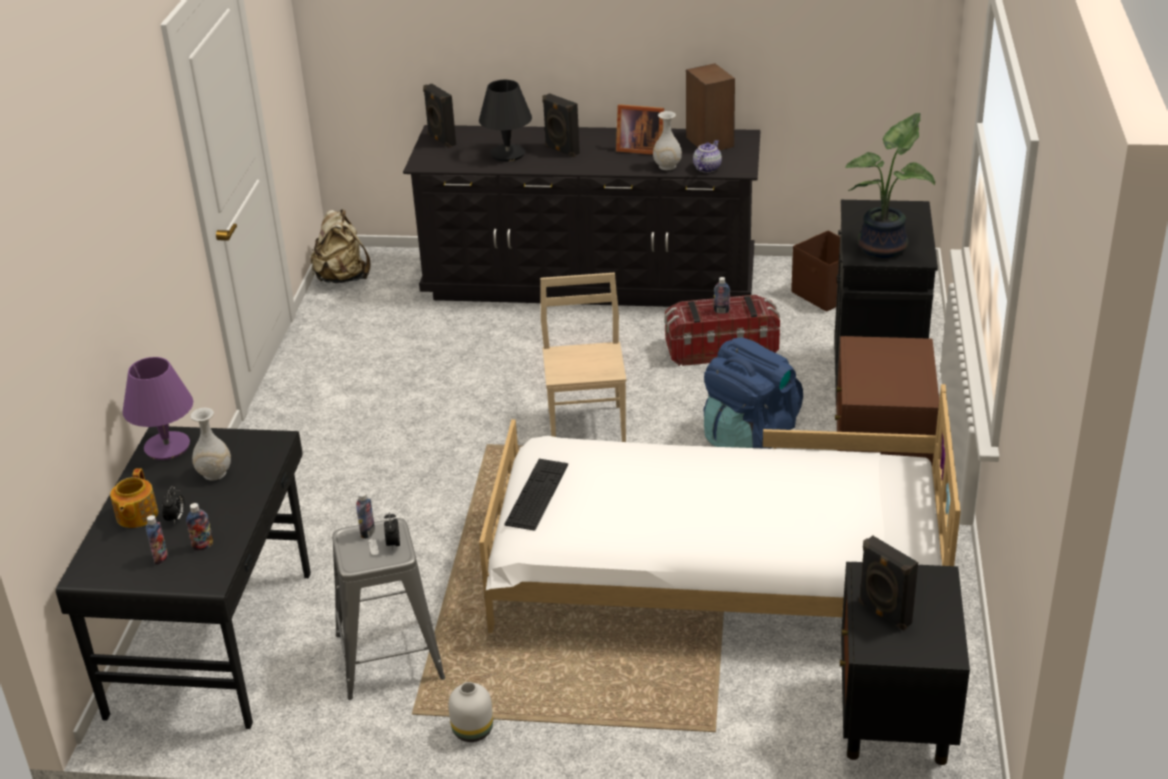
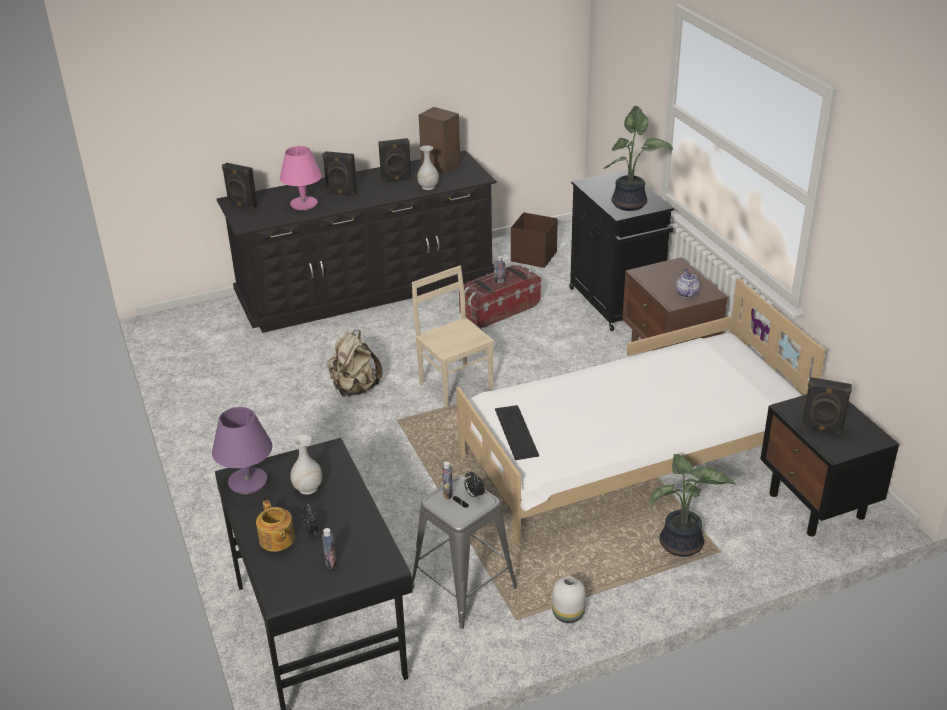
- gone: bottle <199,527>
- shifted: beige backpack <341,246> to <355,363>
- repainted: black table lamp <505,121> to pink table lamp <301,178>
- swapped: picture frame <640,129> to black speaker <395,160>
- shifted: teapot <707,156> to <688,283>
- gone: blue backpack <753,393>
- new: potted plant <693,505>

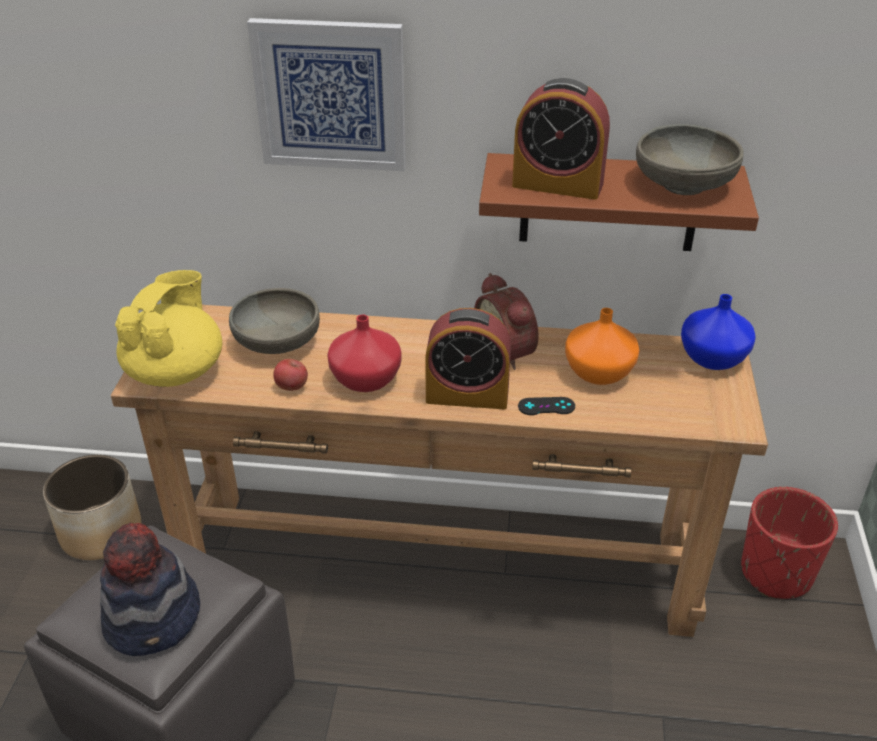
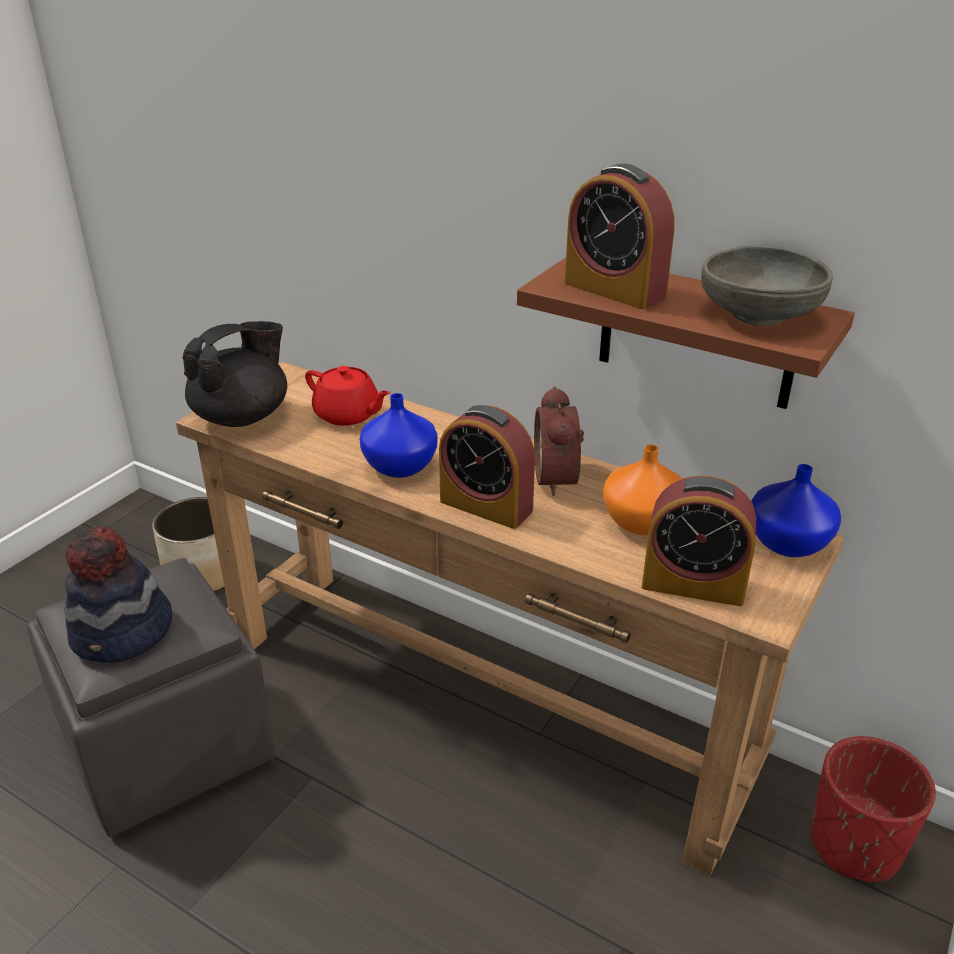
- repainted: yellow teapot <168,328> to black teapot <235,374>
- swapped: grey bowl <274,321> to red teapot <347,396>
- gone: picture <326,94>
- gone: apple <291,375>
- repainted: red vase <364,353> to blue vase <398,435>
- gone: black game controller <546,406>
- new: alarm clock <699,540>

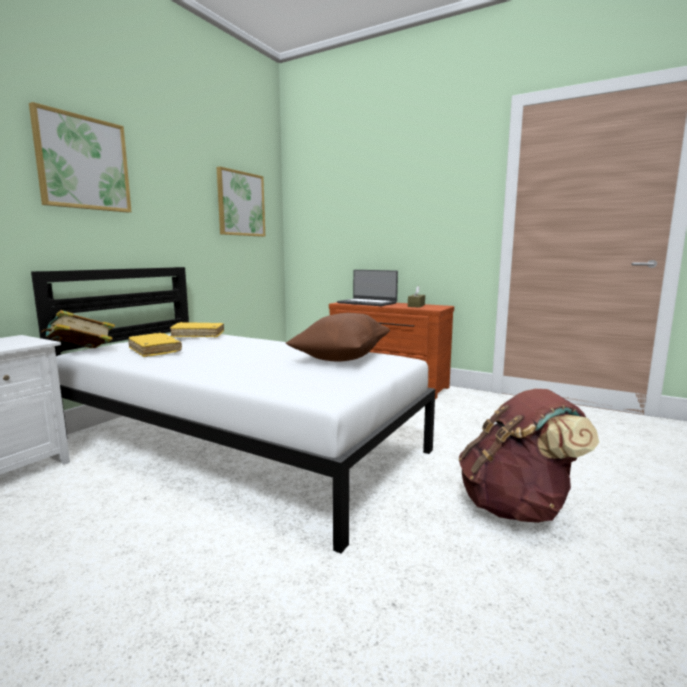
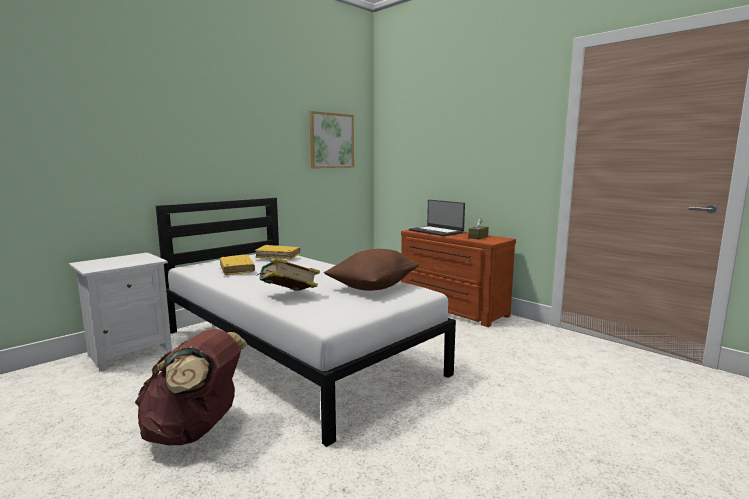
- gone: picture <80,157>
- shifted: book <78,329> to <288,274>
- shifted: brown backpack <529,456> to <191,387>

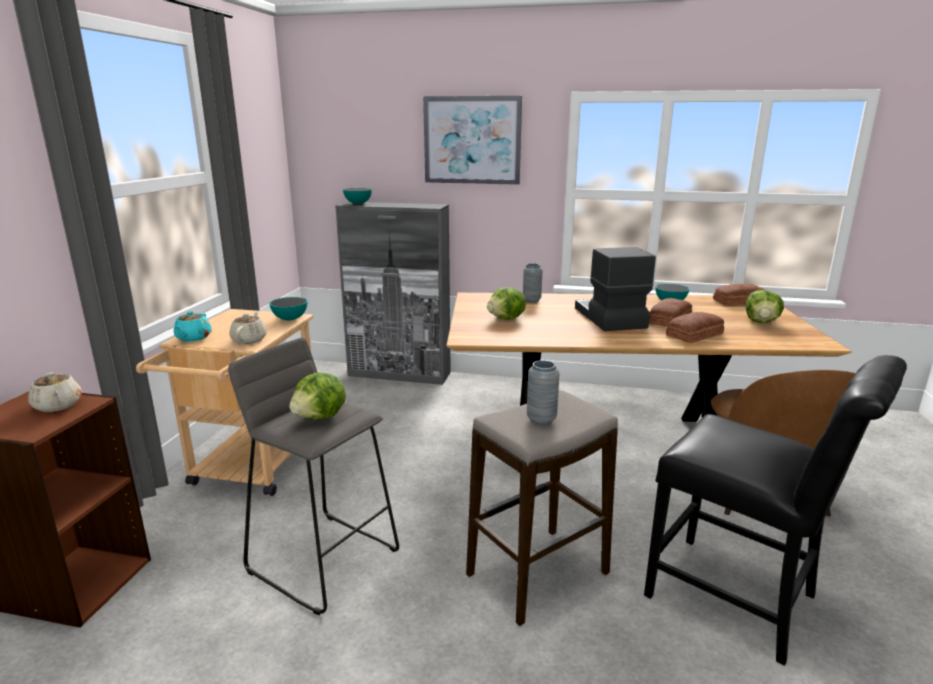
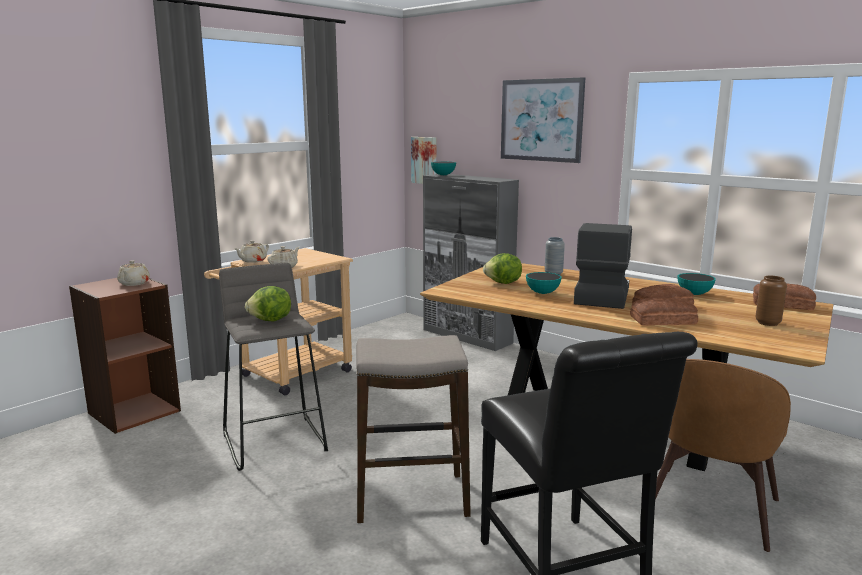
- repainted: turquoise teapot <193,326> to beige teapot <251,251>
- shifted: bowl <288,308> to <544,283>
- gone: grey vase <543,392>
- swapped: lettuce <765,306> to brown vase <771,301>
- new: picture <423,160>

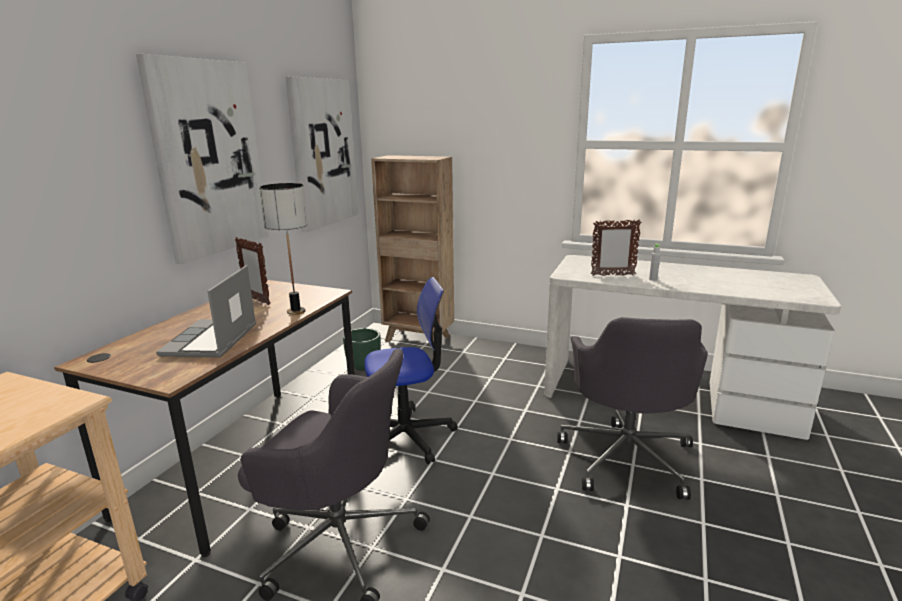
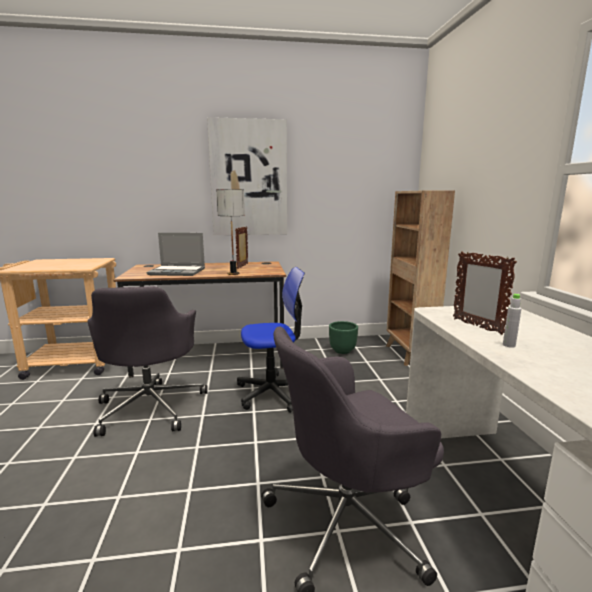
- rotated: laptop <206,311> = <175,254> 150 degrees counterclockwise
- gone: picture <321,154>
- rotated: office chair <411,370> = <271,340> 60 degrees counterclockwise

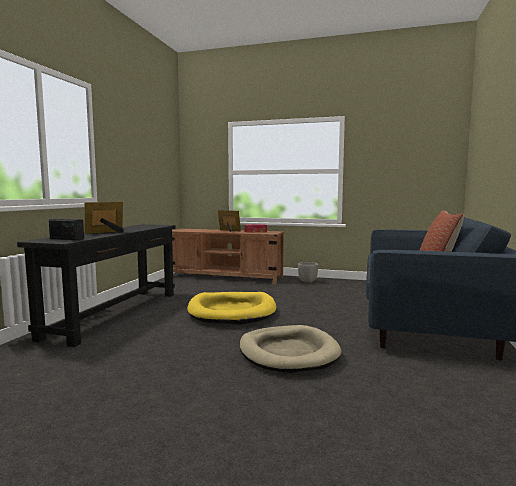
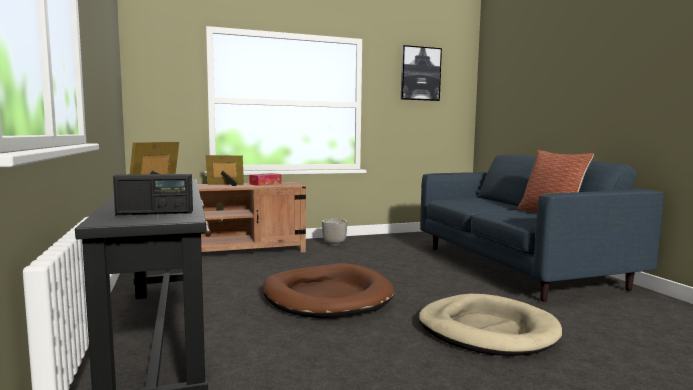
- repainted: yellow dog bed <231,308> to brown dog bed <328,290>
- new: picture <421,73>

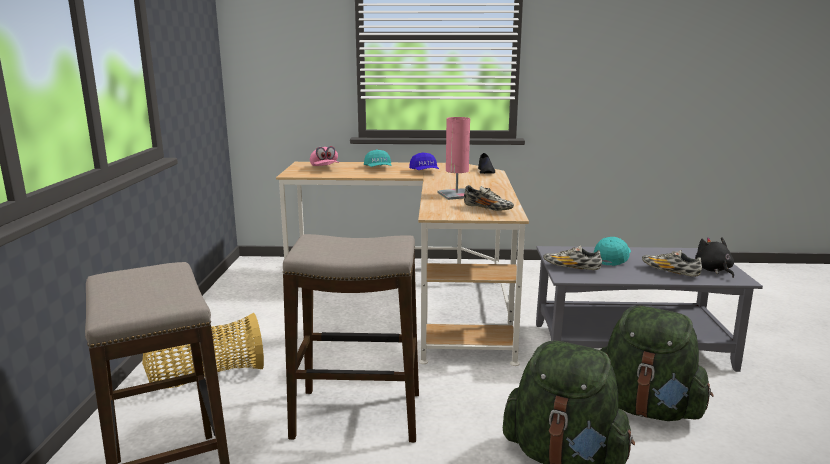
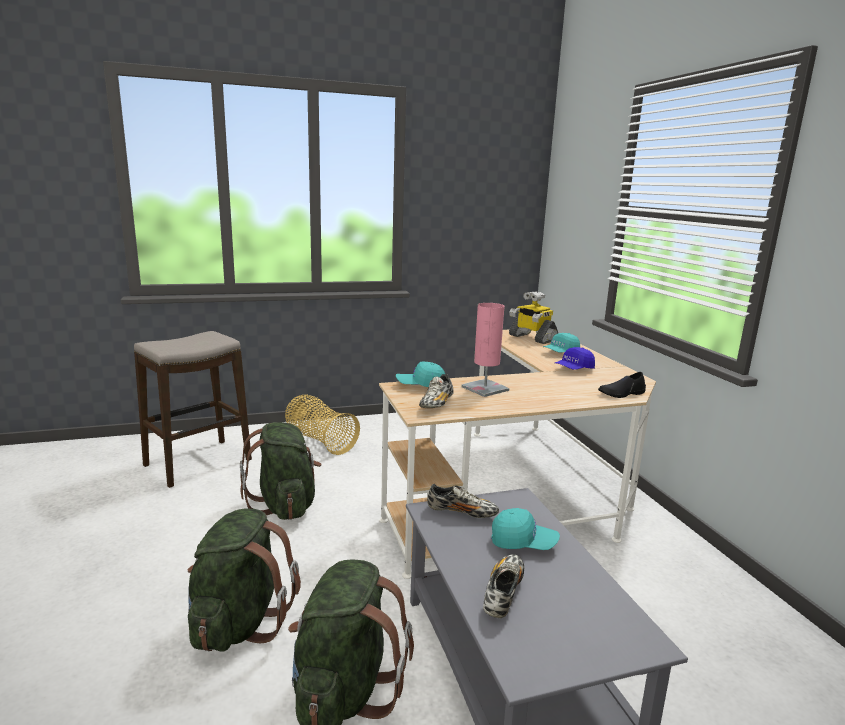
- swapped: stool <351,338> to green backpack <281,471>
- swapped: pink cap <324,156> to toy robot <533,317>
- rotated: shoe <572,257> = <463,501> 105 degrees clockwise
- gone: black plush toy <714,257>
- new: turquoise cap <420,374>

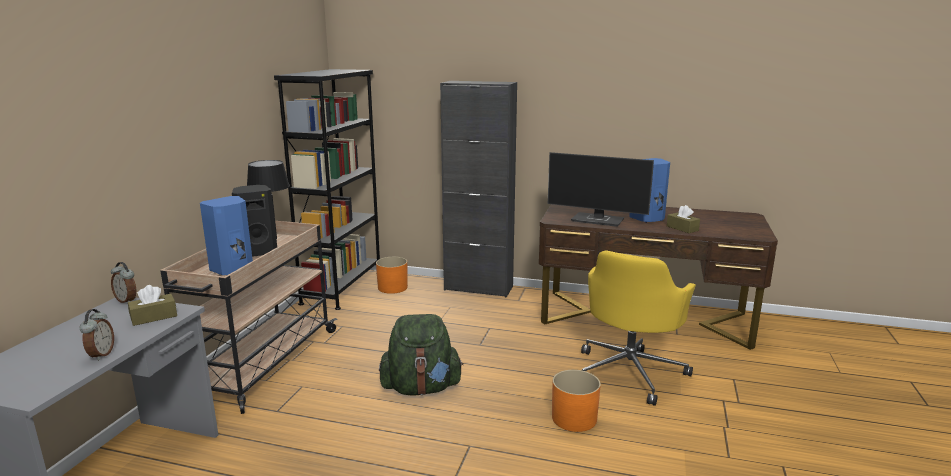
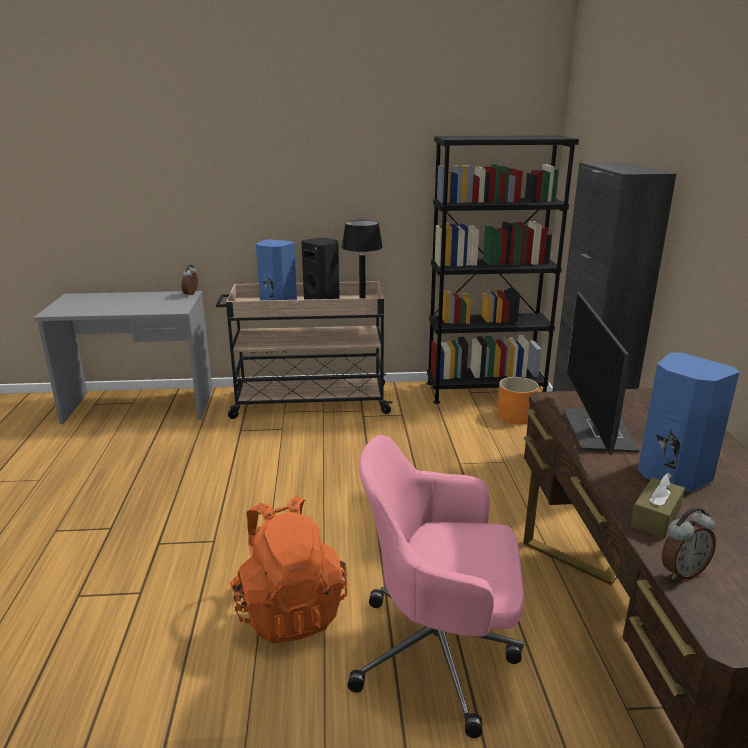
- shifted: alarm clock <97,335> to <689,543>
- gone: brown tissue box <152,305>
- gone: green backpack <421,354>
- swapped: orange planter <576,401> to orange backpack <288,569>
- repainted: yellow office chair <638,328> to pink office chair <436,586>

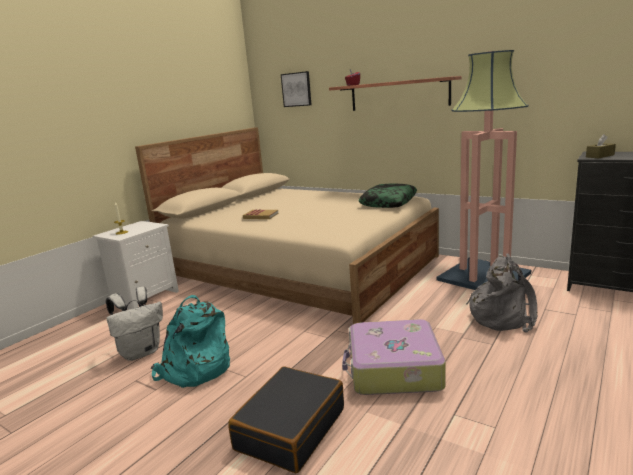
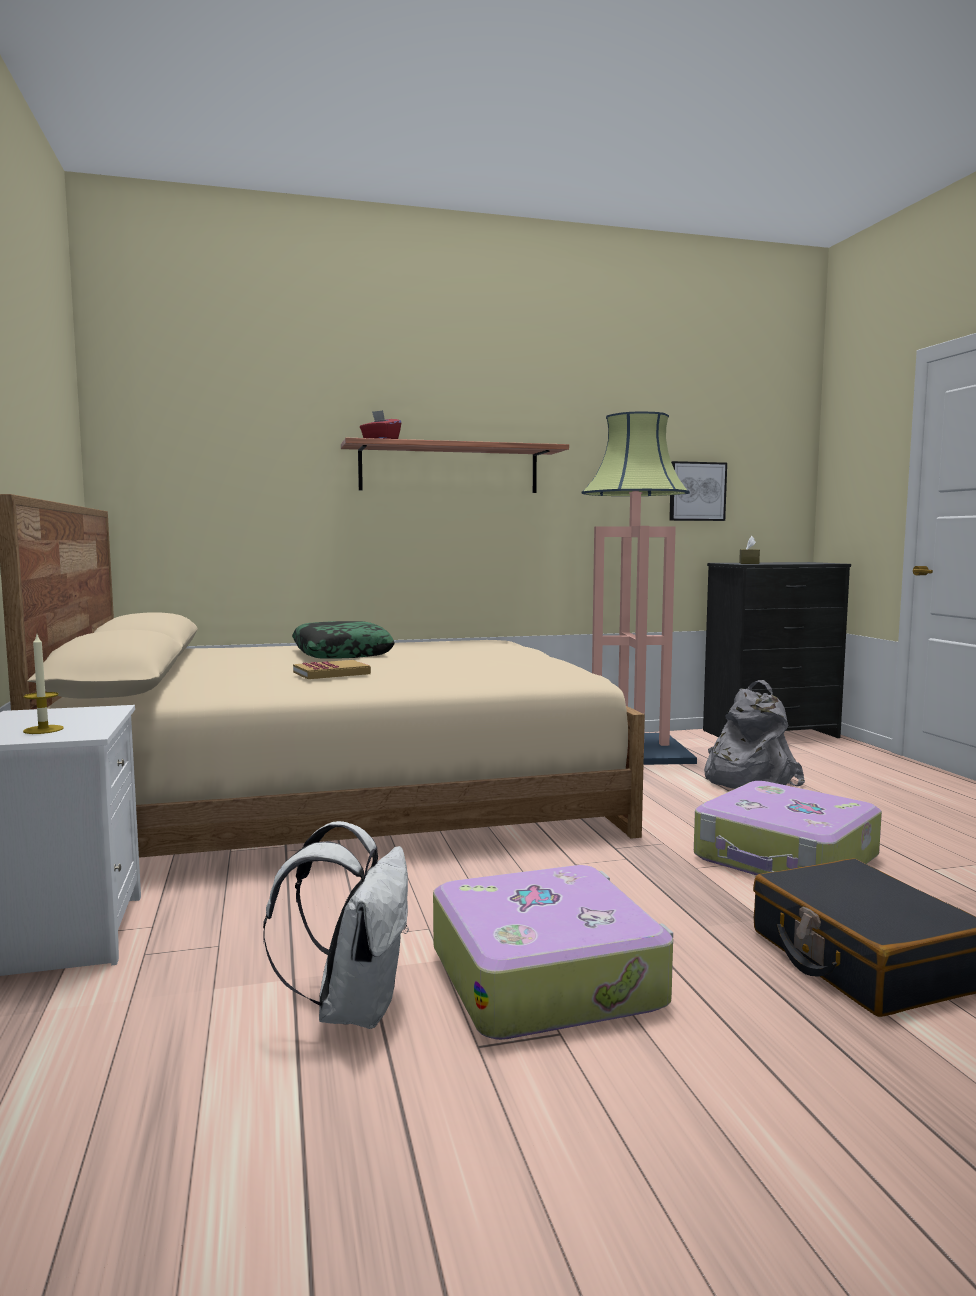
- swapped: turquoise backpack <190,341> to suitcase <553,952>
- shifted: picture <296,89> to <698,491>
- shifted: pillow <388,196> to <343,639>

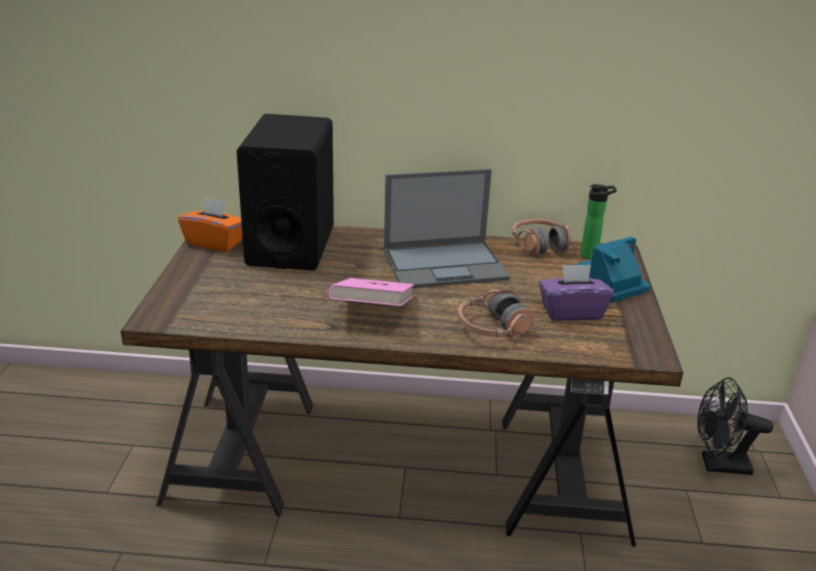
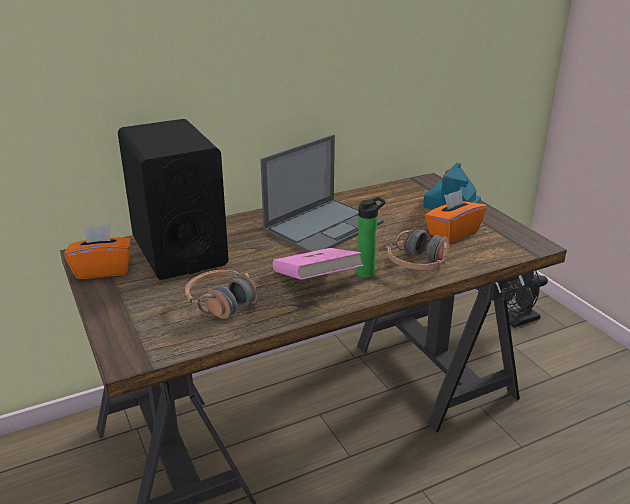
- shifted: headphones <541,237> to <221,294>
- repainted: purple tissue box <576,292> to orange tissue box <455,216>
- shifted: bottle <598,221> to <371,237>

